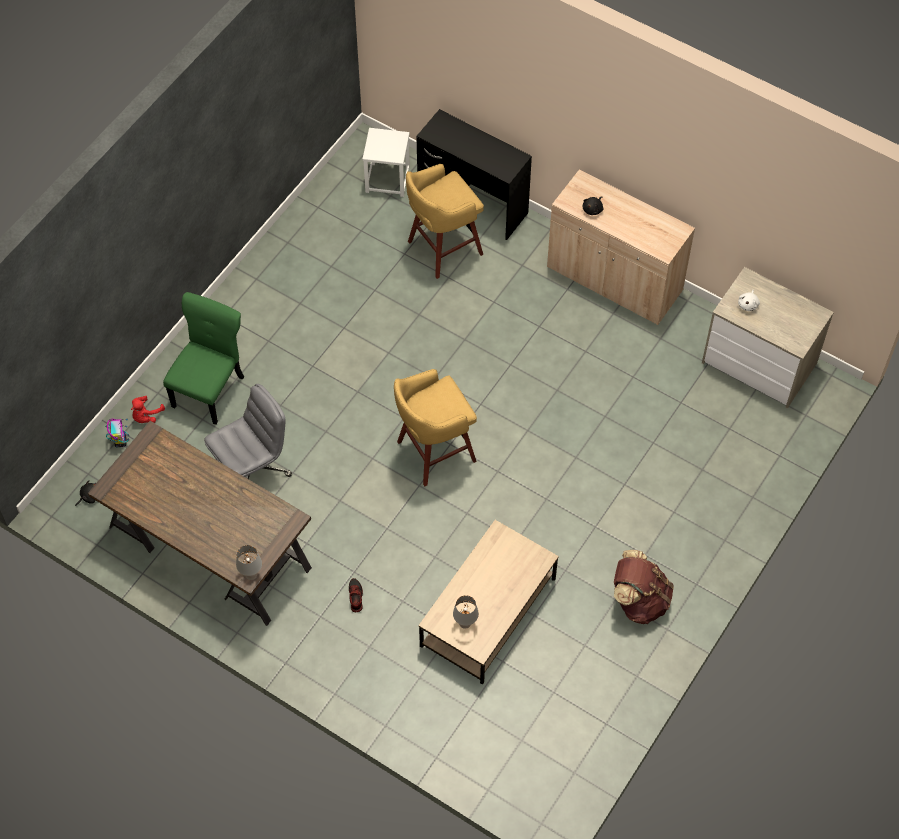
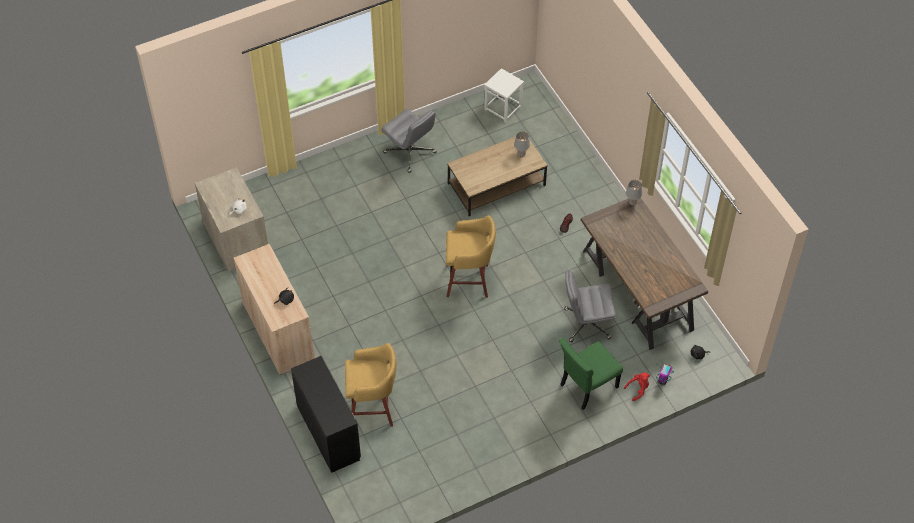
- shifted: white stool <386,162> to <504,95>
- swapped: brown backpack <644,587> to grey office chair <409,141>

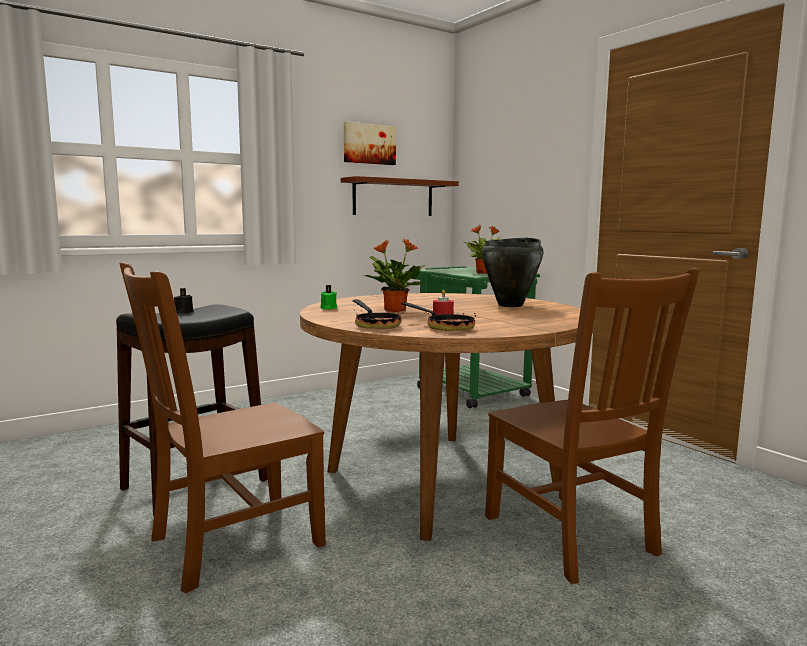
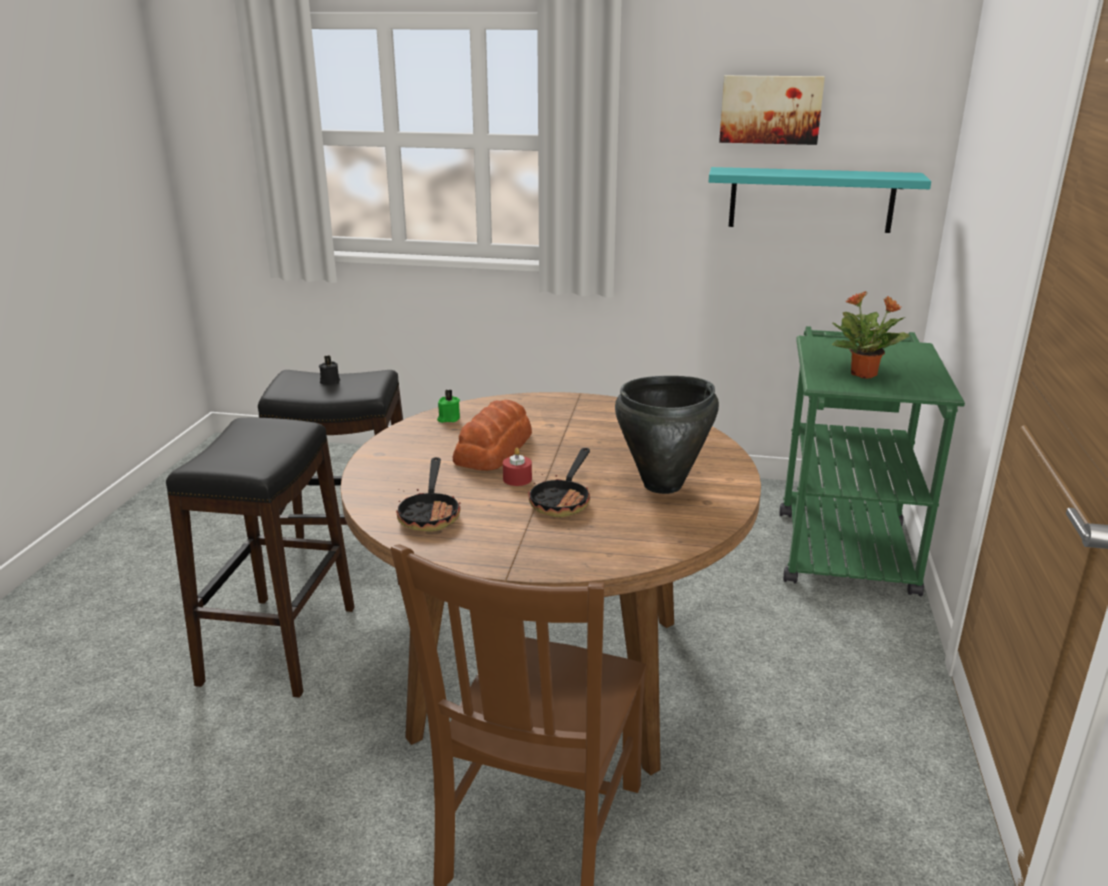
- swapped: brown chair <223,428> to black stool <260,558>
- repainted: brown shelf <400,196> to turquoise shelf <820,200>
- shifted: frying pan <378,314> to <559,482>
- swapped: potted plant <395,275> to bread <492,435>

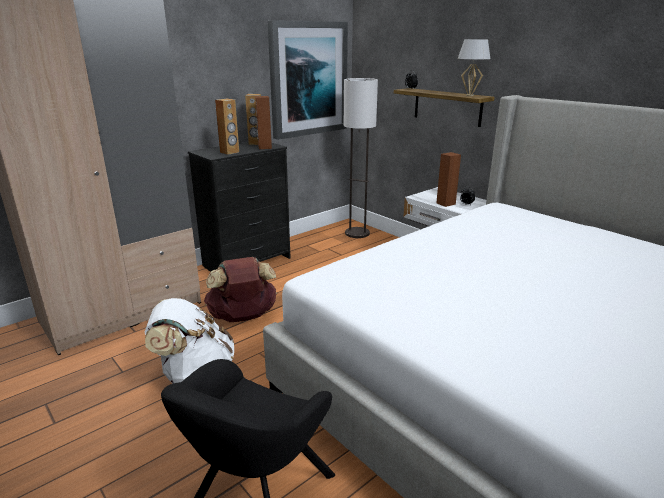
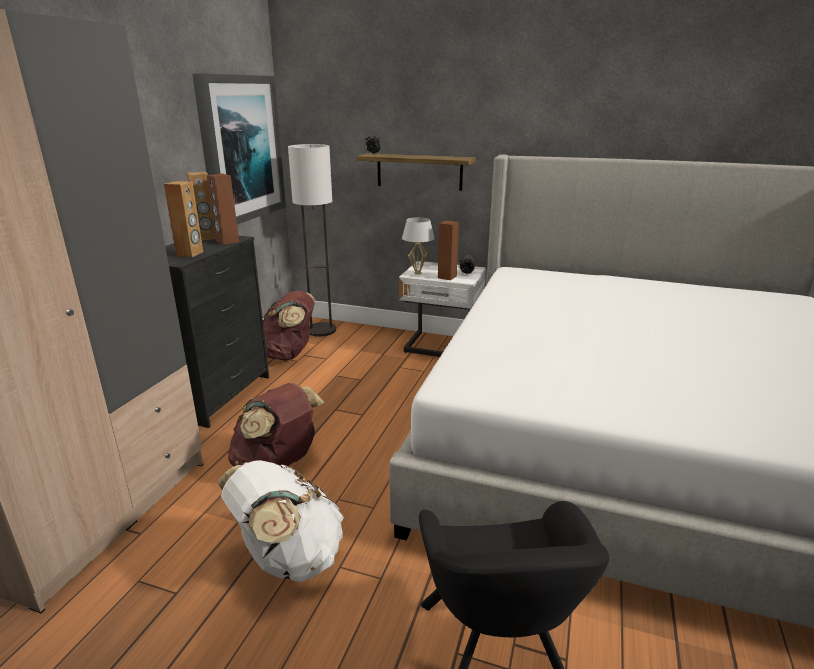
- shifted: white table lamp <474,67> to <418,246>
- new: brown backpack <289,326>

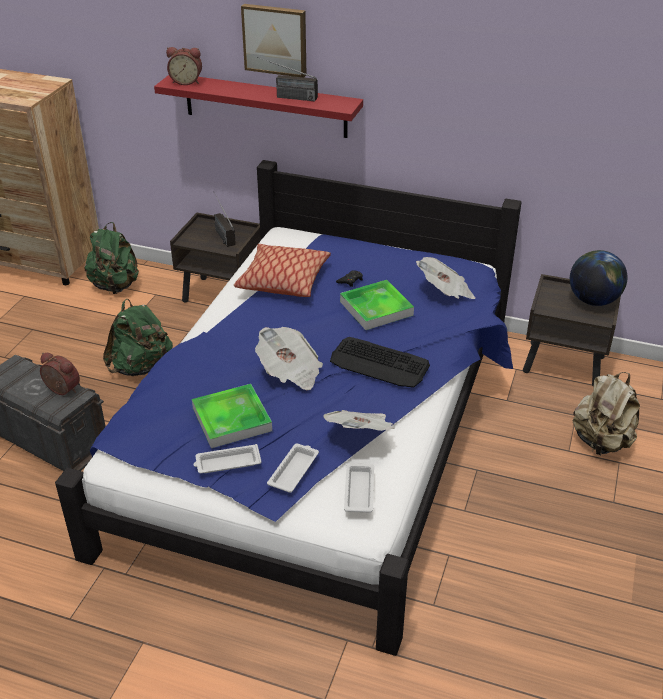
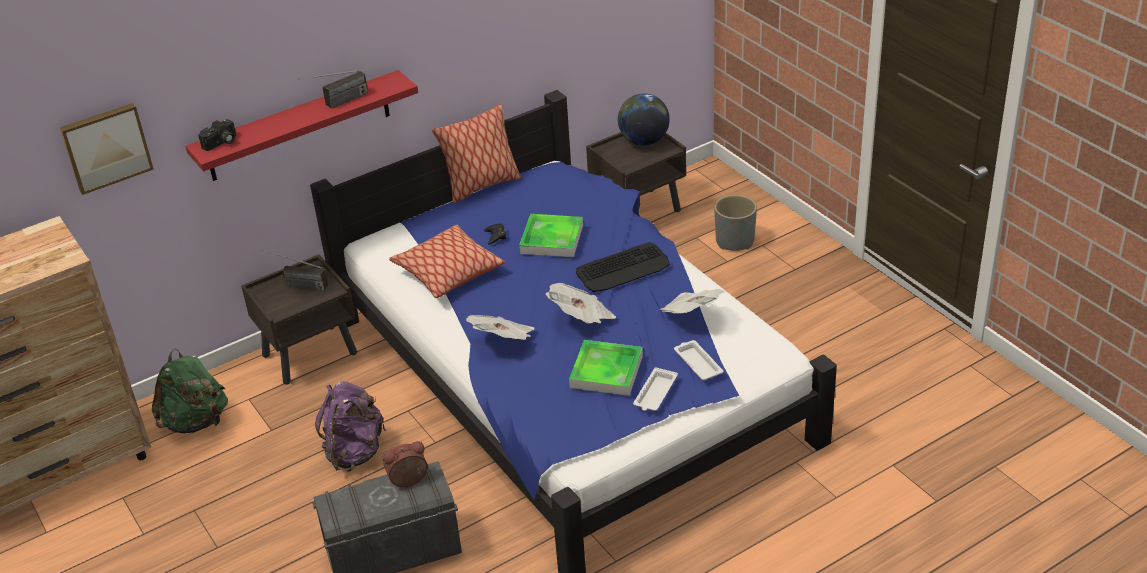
- repainted: green backpack <138,337> to purple backpack <350,427>
- swapped: alarm clock <184,66> to photo camera <217,135>
- shifted: picture <273,40> to <107,149>
- gone: white tray <359,487>
- shifted: newspaper <445,278> to <500,327>
- swapped: beige backpack <606,413> to grey planter <735,222>
- new: pillow <476,153>

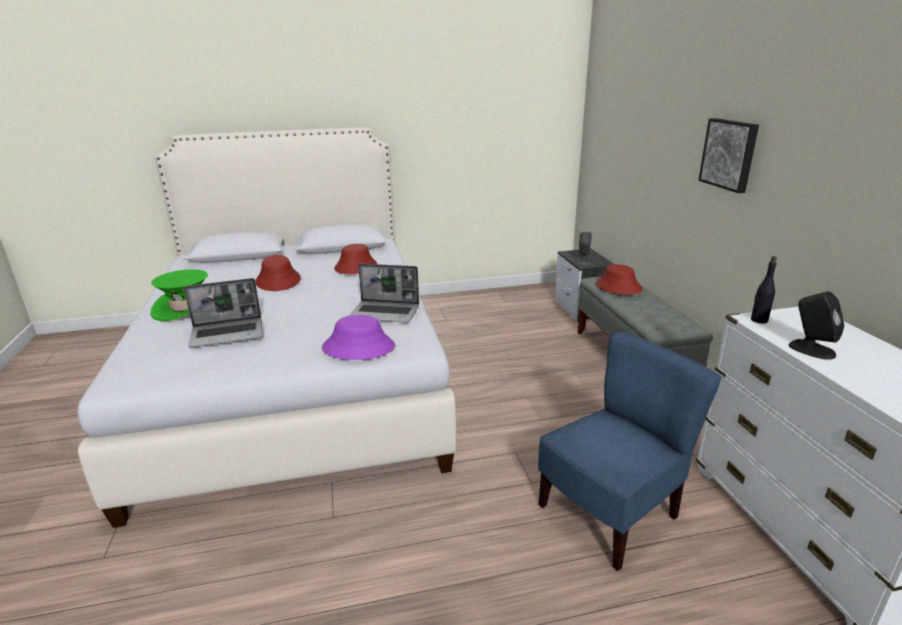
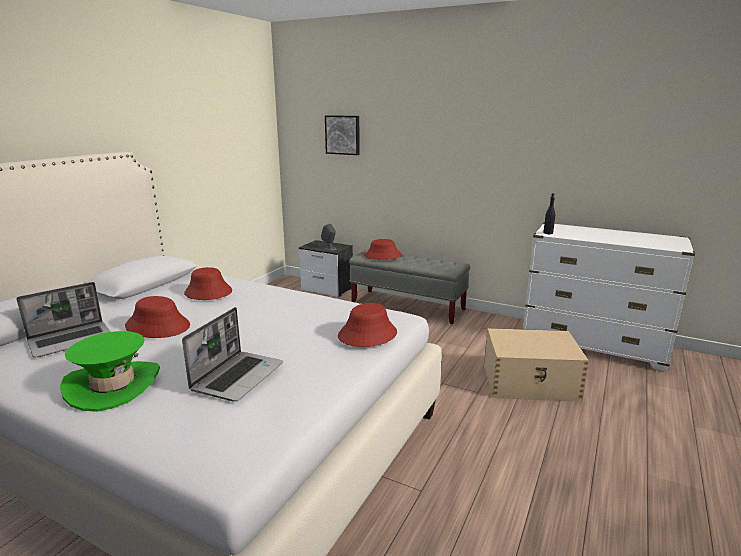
- repainted: purple hat <358,337> to red hat <367,325>
- shifted: laptop <384,293> to <63,320>
- swapped: blue chair <630,451> to beige storage box <536,365>
- shifted: picture <728,155> to <342,135>
- gone: black speaker <816,325>

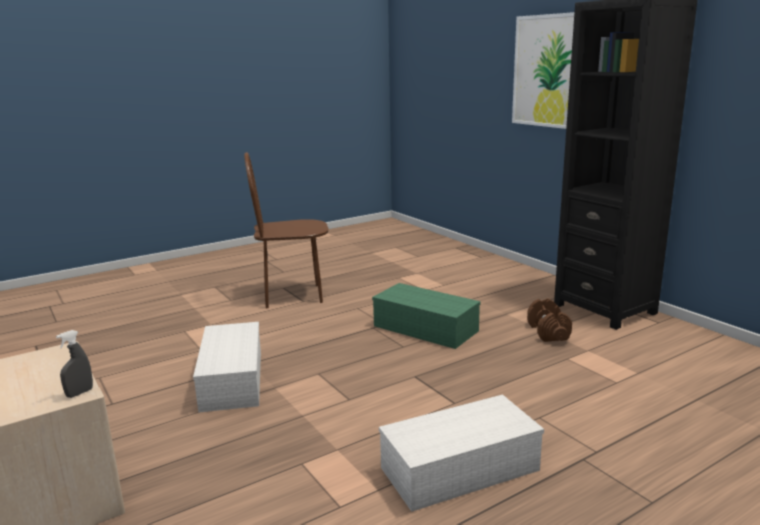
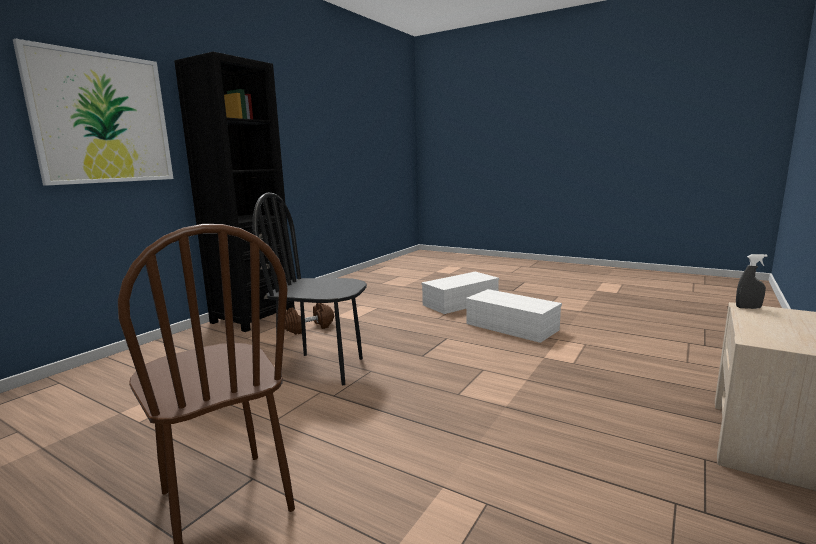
- shifted: white storage box <227,367> to <460,293>
- swapped: green storage box <426,316> to black chair <309,288>

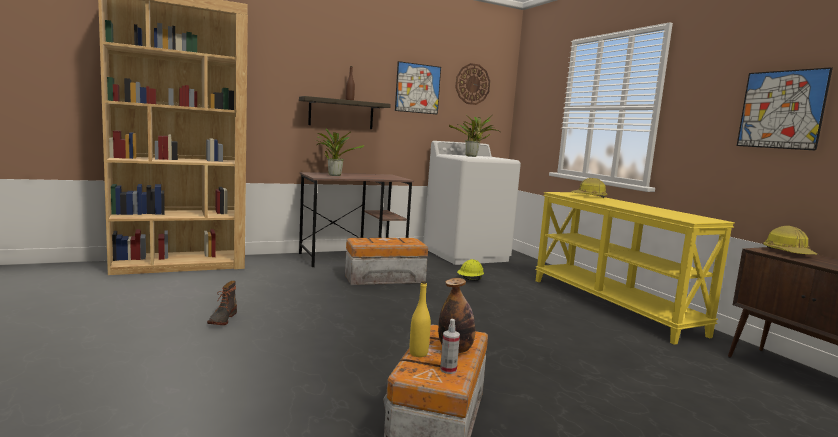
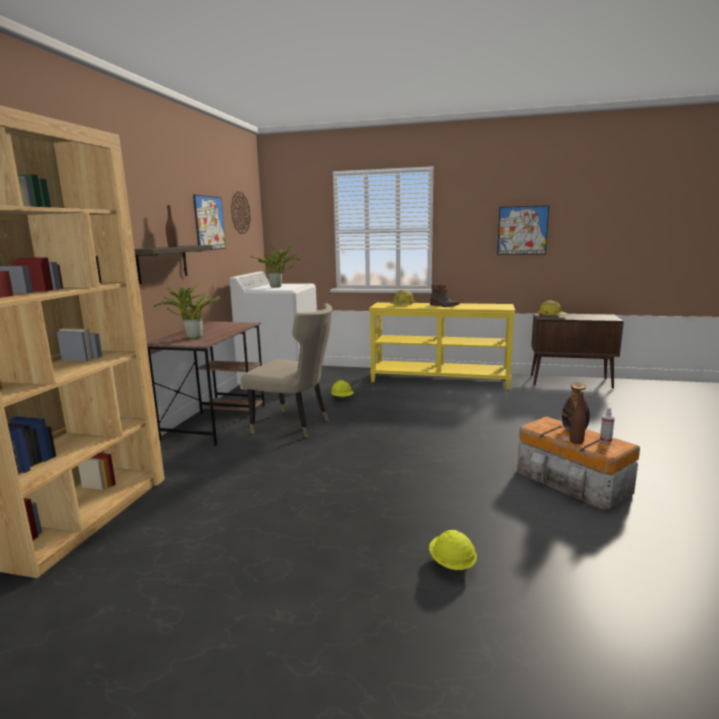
- shifted: boot <222,303> to <444,296>
- swapped: storage box <386,261> to beige chair <286,370>
- repainted: yellow bottle <420,319> to brown bottle <578,417>
- new: yellow hard hat <453,550>

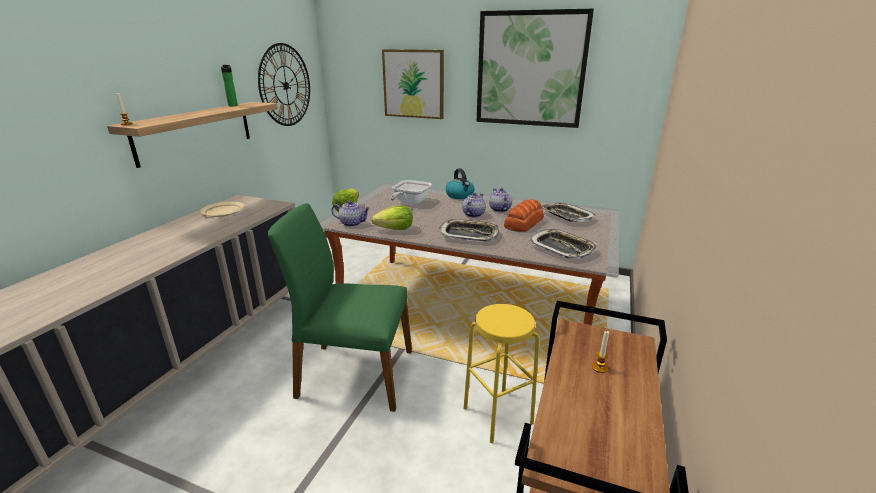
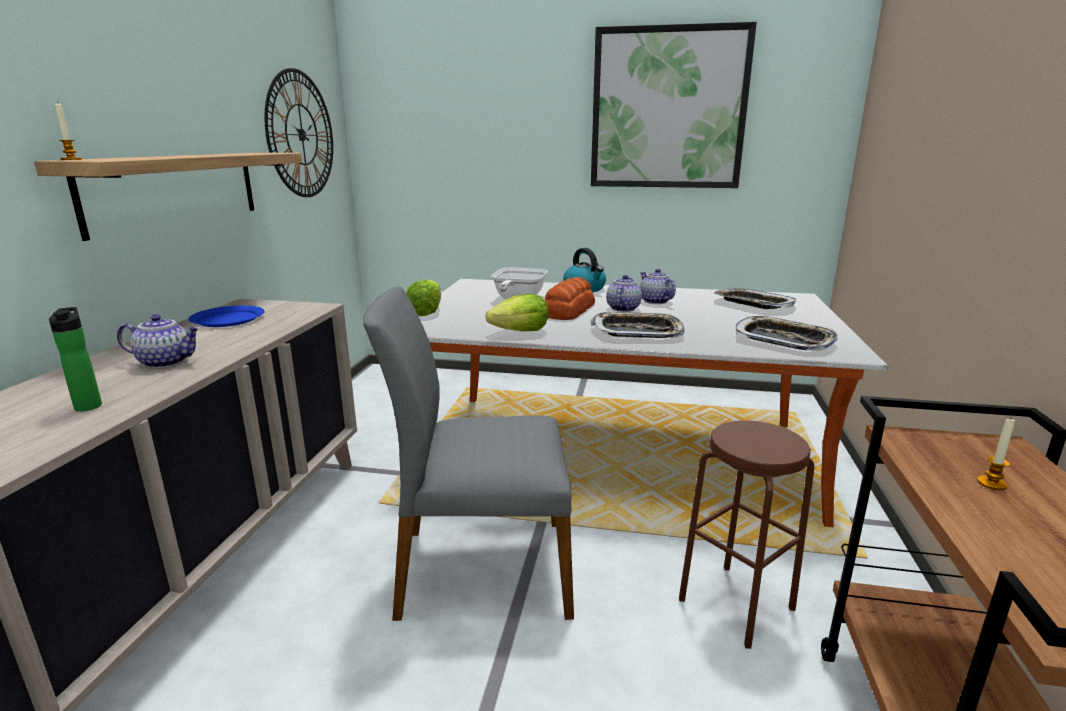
- repainted: beige plate <222,209> to blue plate <226,316>
- shifted: bottle <229,85> to <75,359>
- repainted: green chair <339,307> to grey chair <468,453>
- shifted: teapot <351,214> to <159,341>
- gone: picture <413,84>
- repainted: yellow stool <501,374> to brown stool <746,535>
- shifted: bread <524,215> to <570,298>

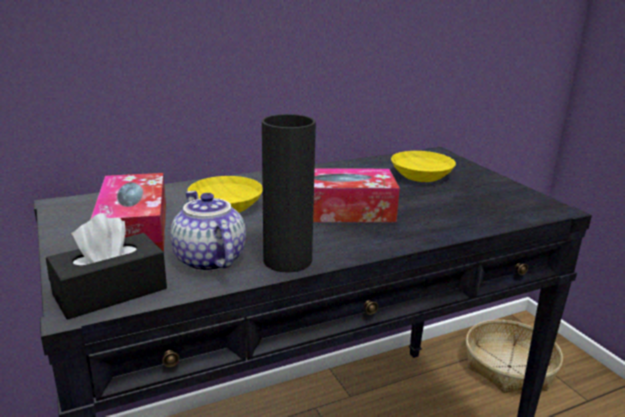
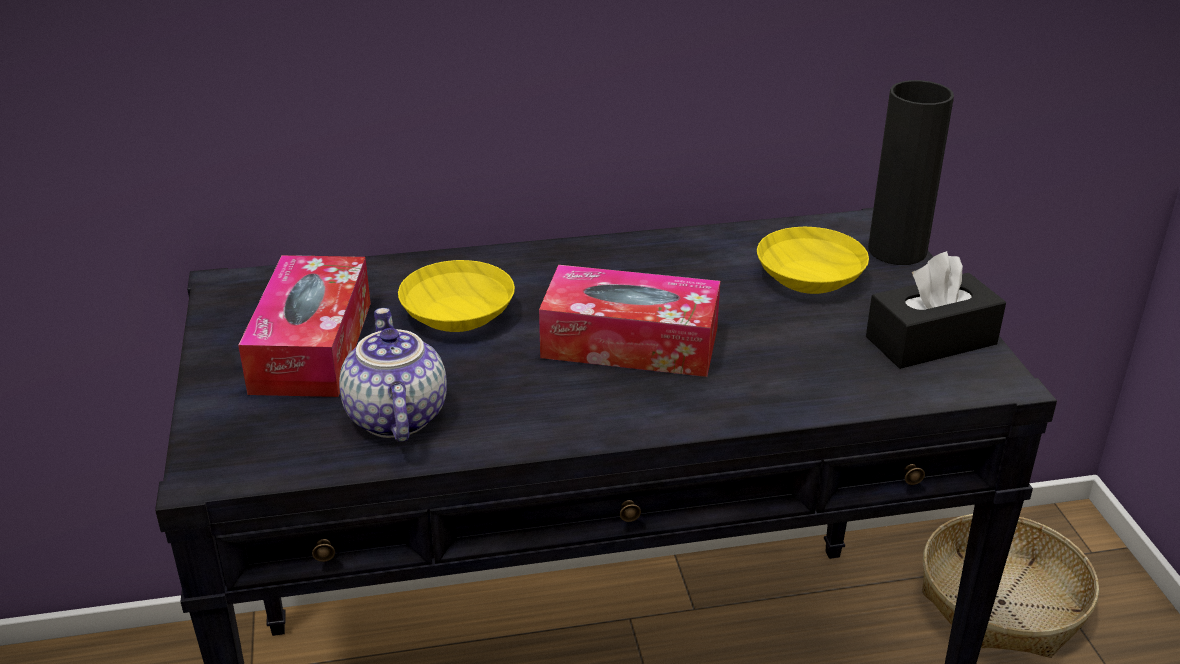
- shifted: black tissue box <106,266> to <936,310>
- shifted: black vase <289,193> to <911,172>

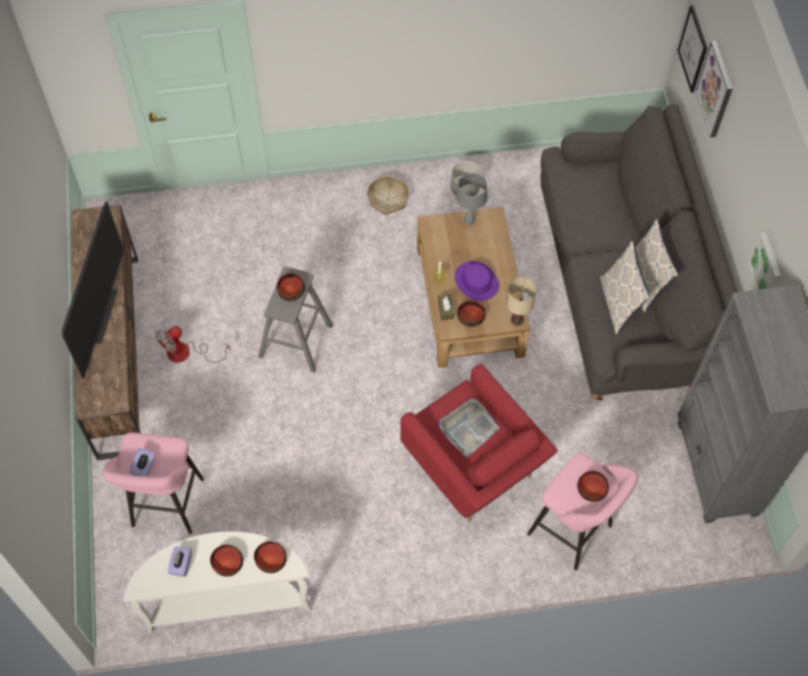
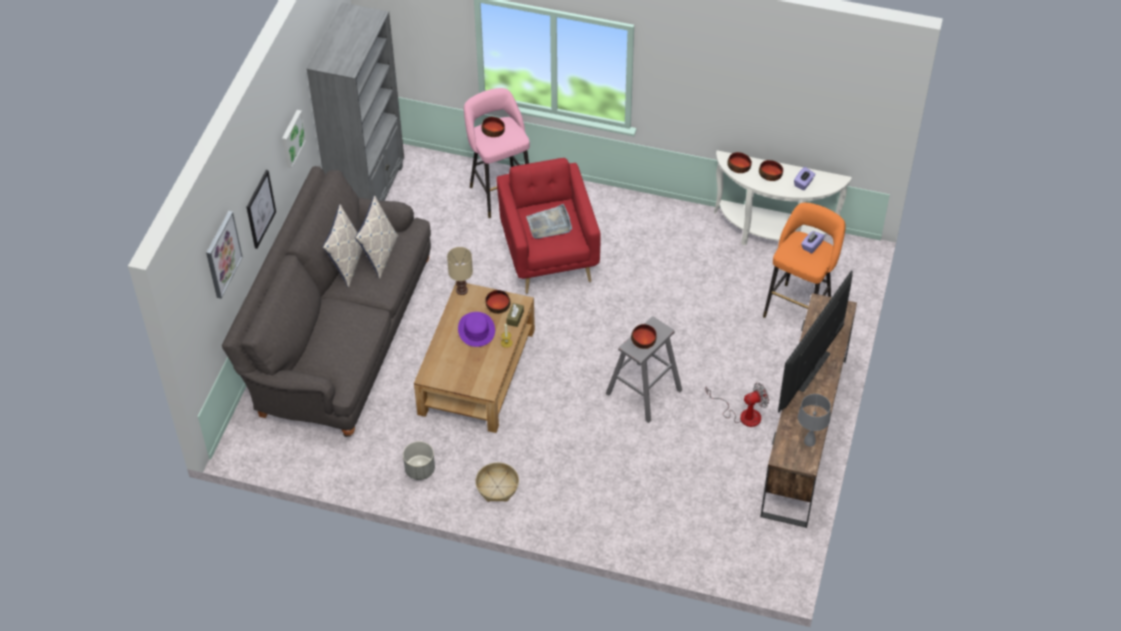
- repainted: pink stool <153,483> to orange stool <804,260>
- shifted: grey table lamp <472,199> to <814,420>
- shifted: picture <692,49> to <261,209>

